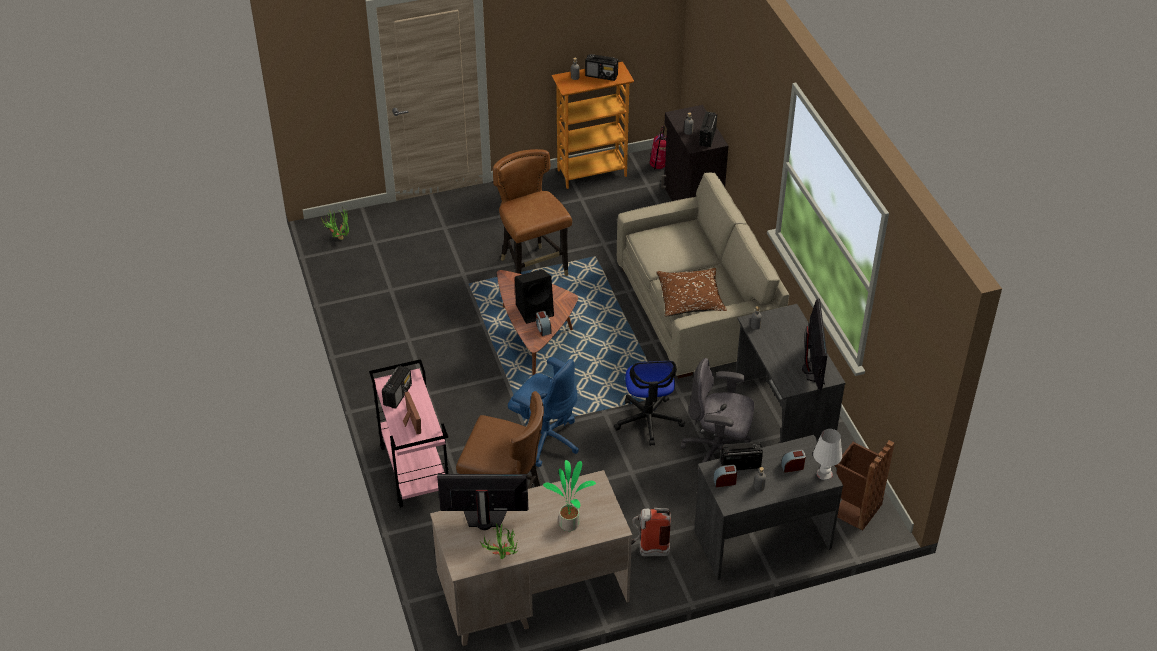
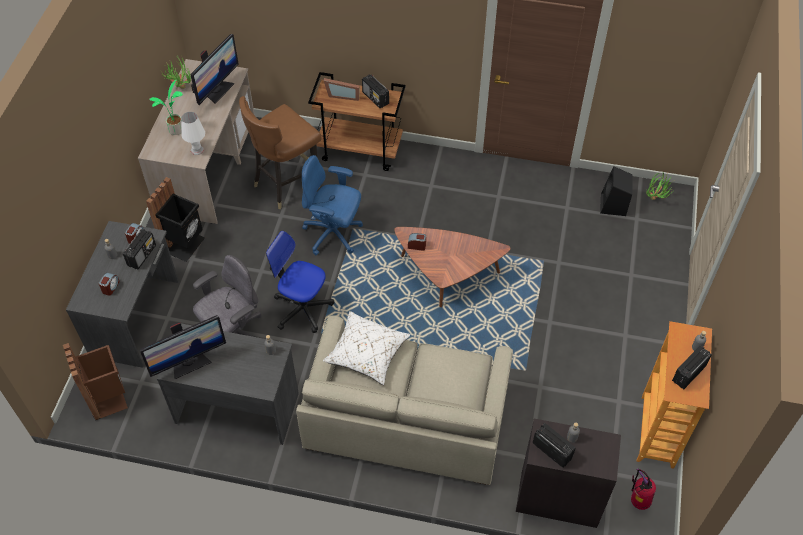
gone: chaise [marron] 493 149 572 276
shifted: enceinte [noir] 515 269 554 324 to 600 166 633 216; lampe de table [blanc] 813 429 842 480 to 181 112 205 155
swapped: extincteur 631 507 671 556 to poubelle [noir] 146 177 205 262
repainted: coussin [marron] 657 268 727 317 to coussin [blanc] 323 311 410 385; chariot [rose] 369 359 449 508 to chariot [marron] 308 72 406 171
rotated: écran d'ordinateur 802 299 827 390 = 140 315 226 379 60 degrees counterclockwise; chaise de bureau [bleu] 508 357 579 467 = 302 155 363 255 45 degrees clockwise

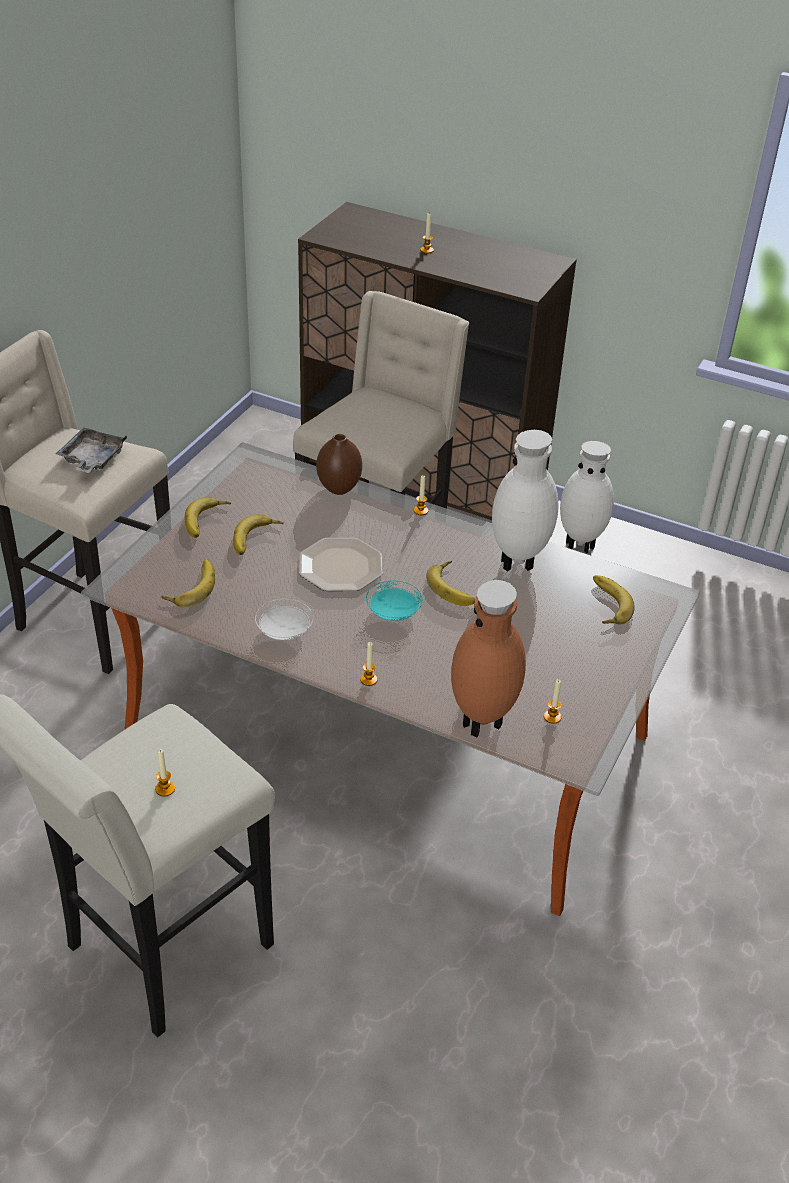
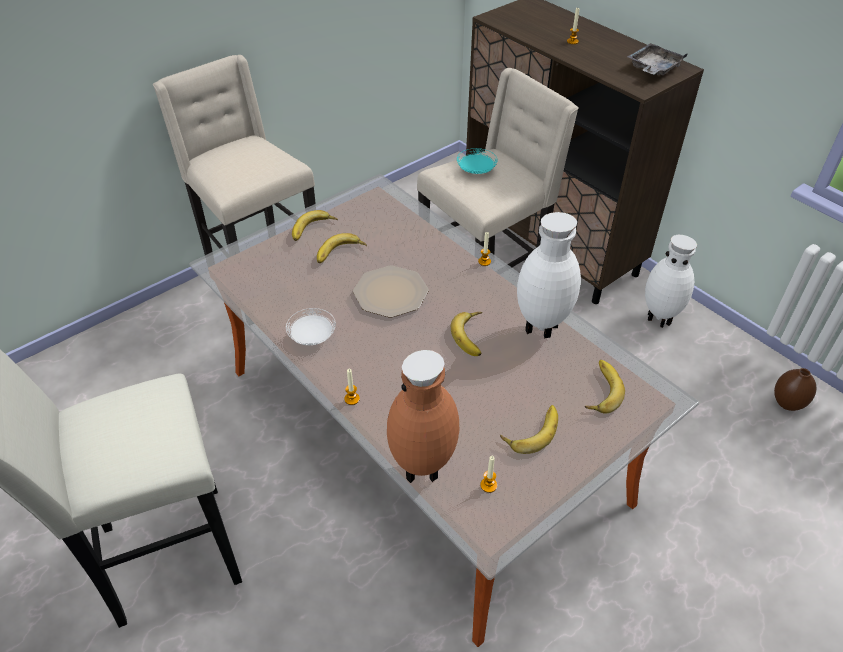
gone: bougie 155 749 175 797
shifted: plateau [gris] 56 427 127 473 to 627 43 688 75; vase [marron] 316 434 362 495 to 774 368 816 411; banane 161 559 215 607 to 500 405 558 454; assiette [turquoise] 366 581 423 621 to 457 148 498 174

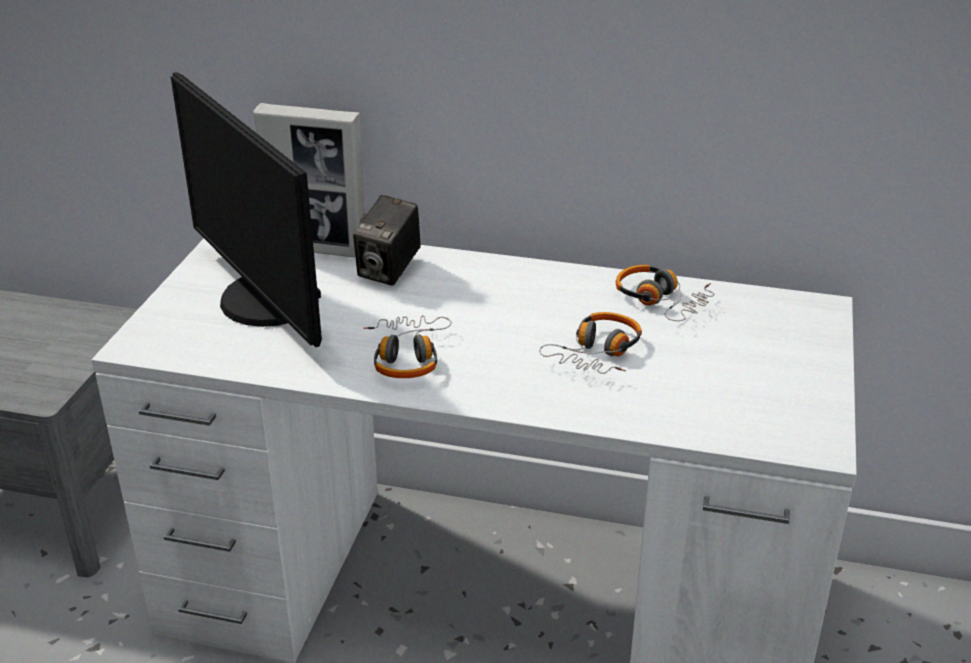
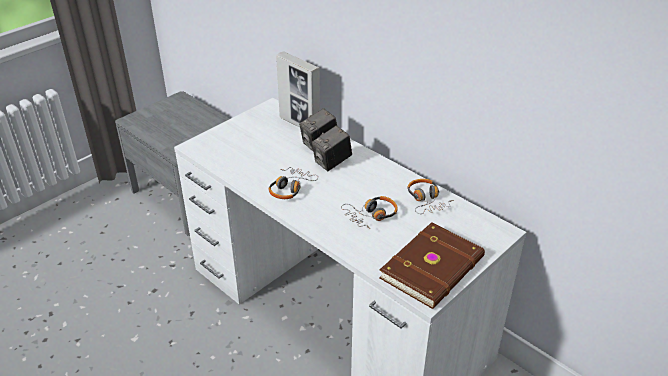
gone: écran d'ordinateur 171 72 322 347
new: appareil photo 312 125 352 171; livre [marron] 380 222 485 309

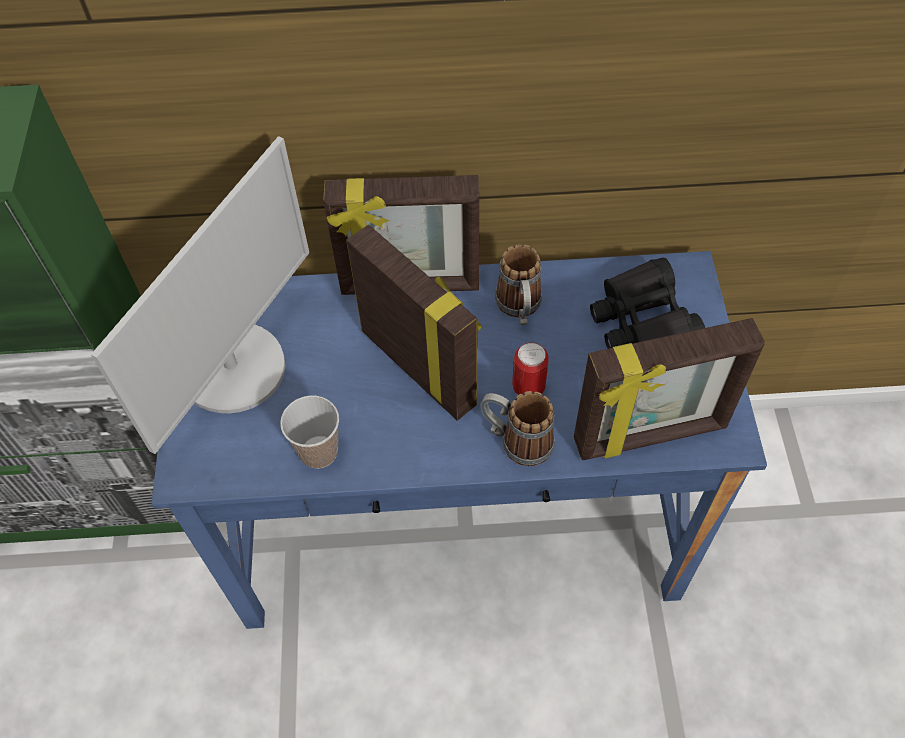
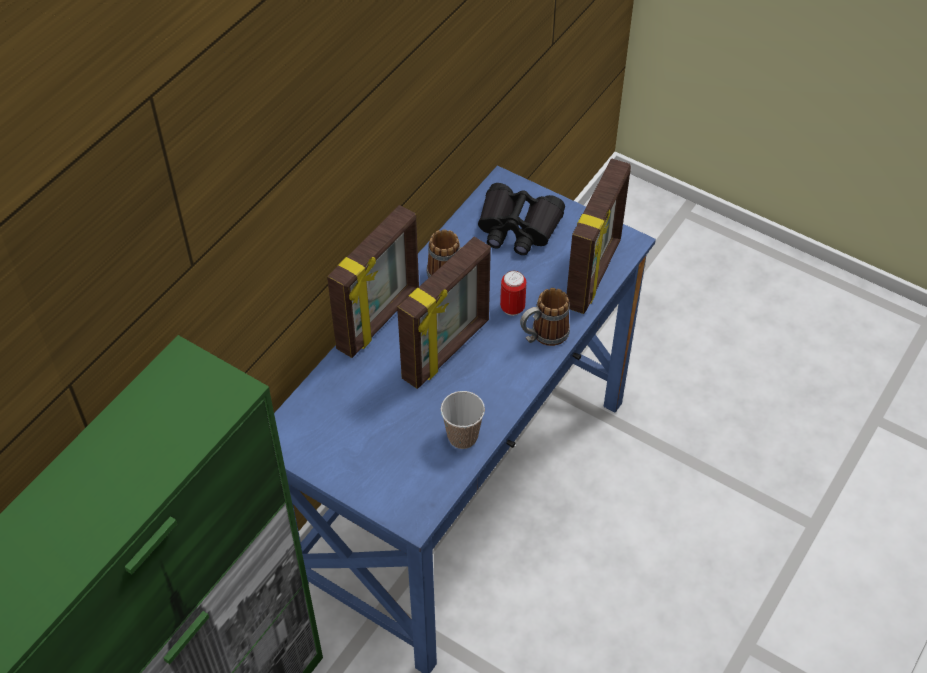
gone: écran d'ordinateur 91 136 310 454
rotated: cadre photo 346 225 481 421 = 397 237 491 389 135 degrees clockwise

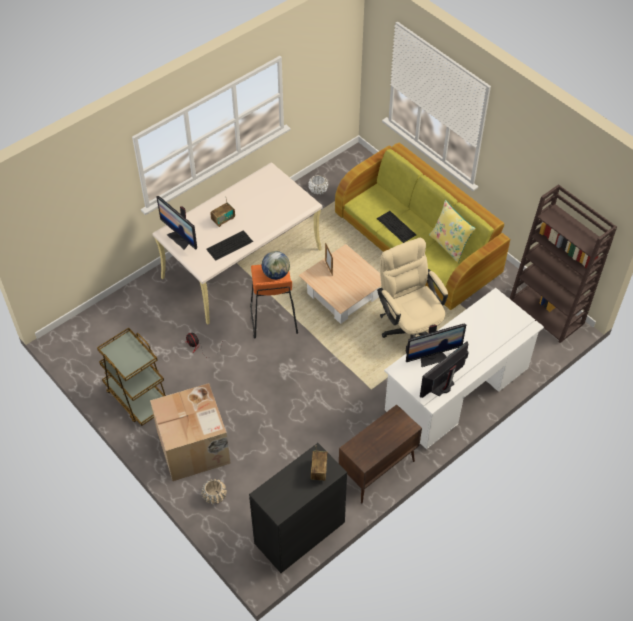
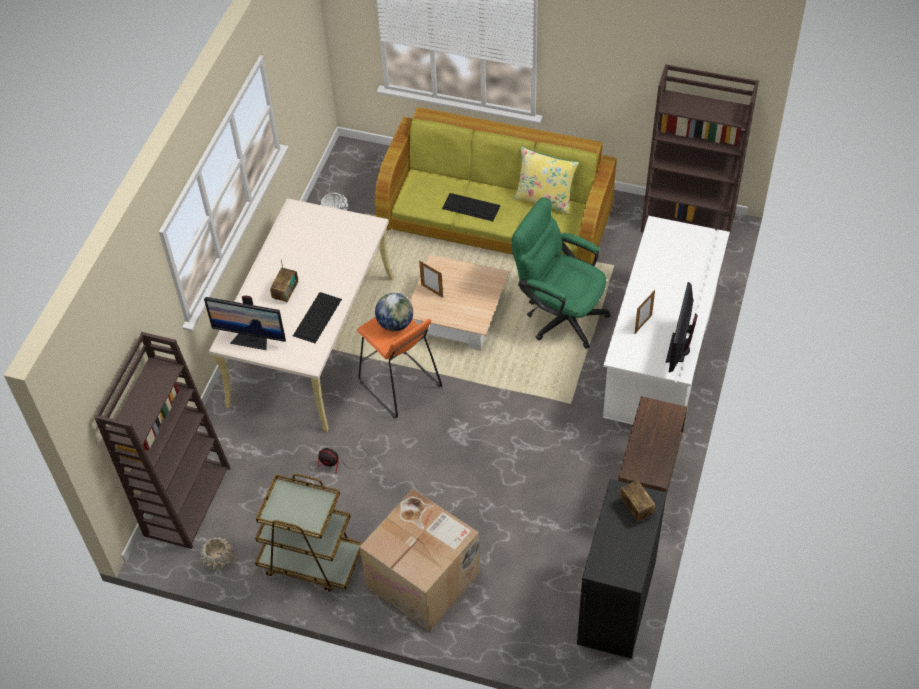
new: bibliothèque [marron] 94 332 230 549
shifted: cache-pot [beige] 201 479 227 504 to 199 537 233 570
swapped: écran d'ordinateur 406 323 466 367 to cadre photo 635 290 655 333
repainted: chaise de bureau [beige] 377 238 448 338 to chaise de bureau [vert] 512 197 610 349

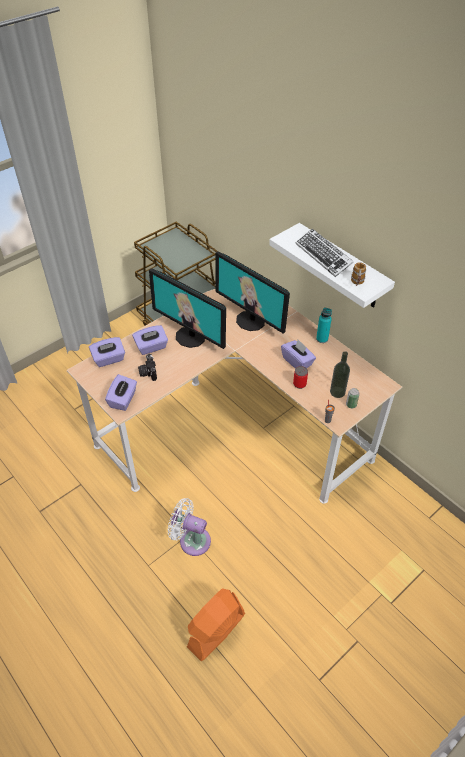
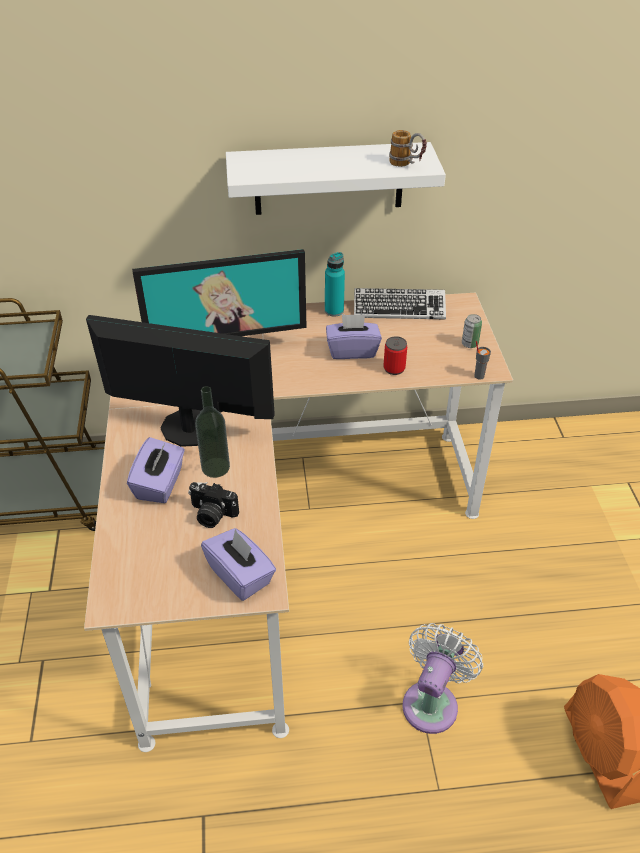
gone: boîte à mouchoirs [violet] 89 337 125 367
shifted: clavier 296 228 354 277 to 354 288 446 319; bouteille 330 351 350 398 to 195 386 230 478
rotated: écran d'ordinateur 149 268 226 349 = 86 315 275 447 150 degrees counterclockwise; ventilateur [blanc] 168 498 211 556 = 402 623 483 734 150 degrees clockwise

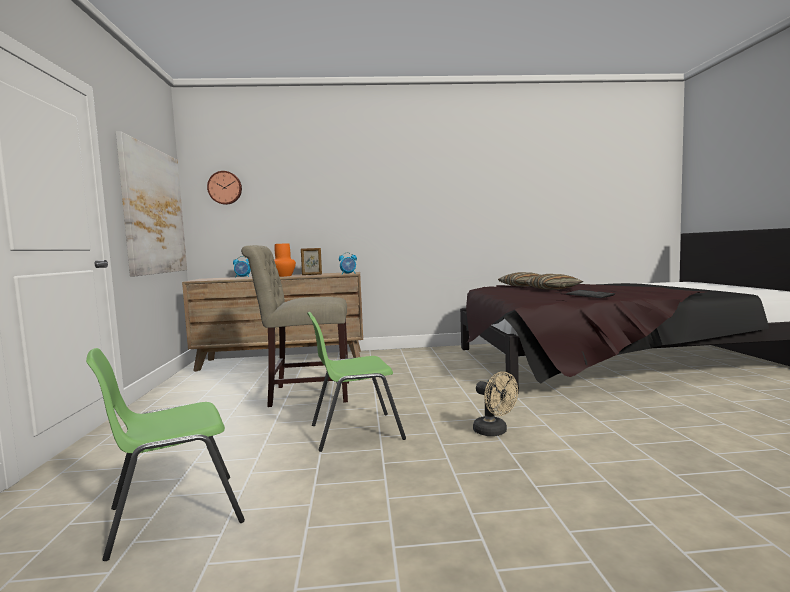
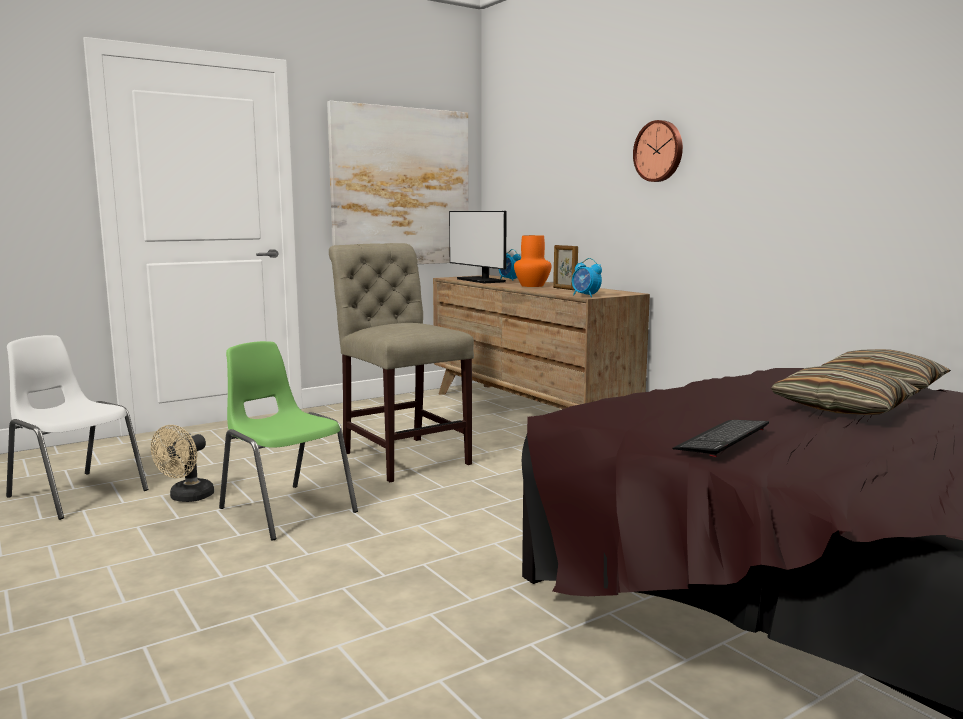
new: écran d'ordinateur 449 211 507 283
shifted: horloge murale 207 171 242 205 to 633 120 683 182; ventilateur [beige] 473 372 518 436 to 151 425 214 502
repainted: chaise [vert] 86 348 245 561 to chaise [blanc] 6 335 148 520

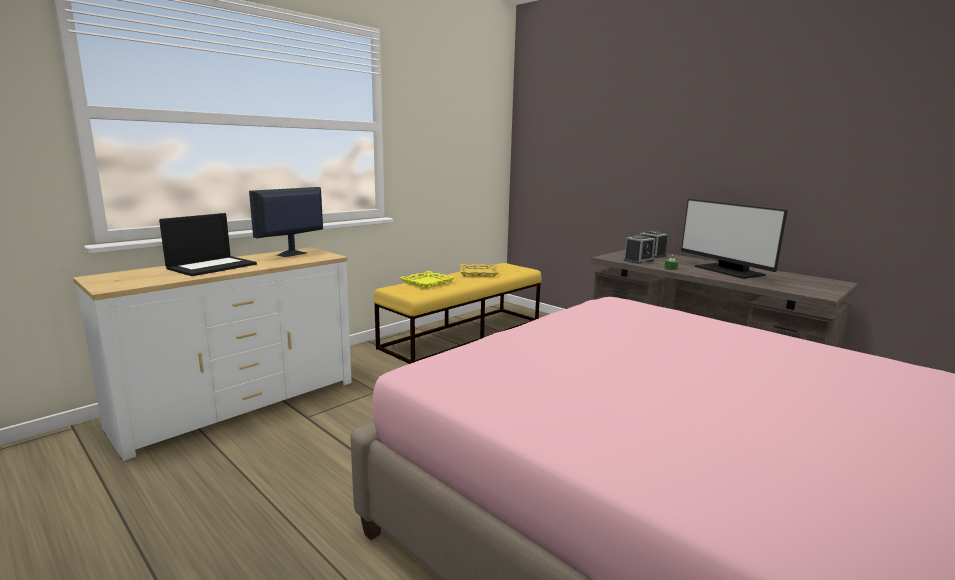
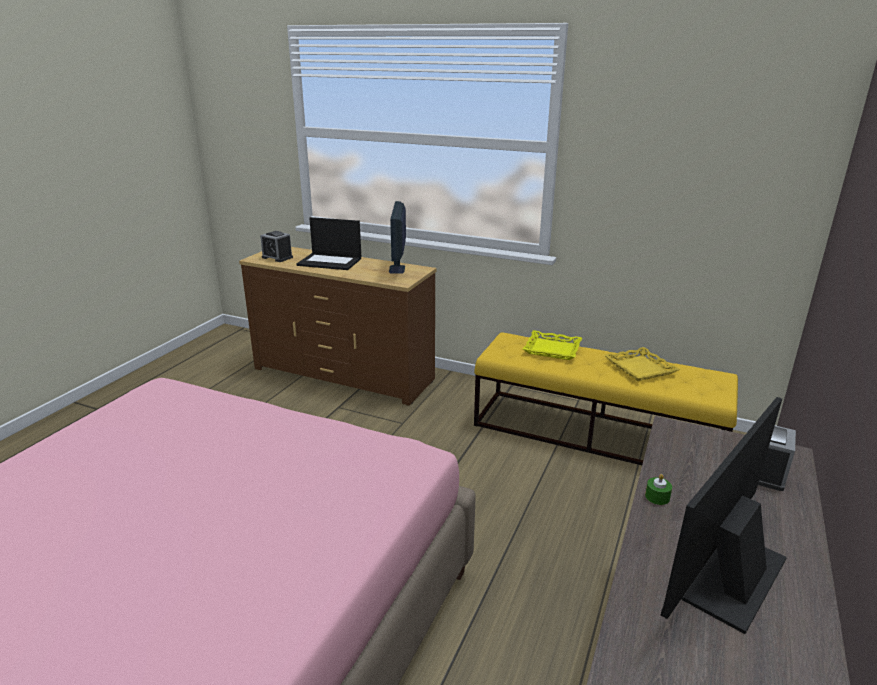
shifted: réveil 624 235 655 264 to 260 231 293 262
repainted: commode [blanc] 73 247 352 461 to commode [marron] 239 247 436 406
rotated: écran d'ordinateur 249 187 323 257 = 389 201 406 274 105 degrees counterclockwise

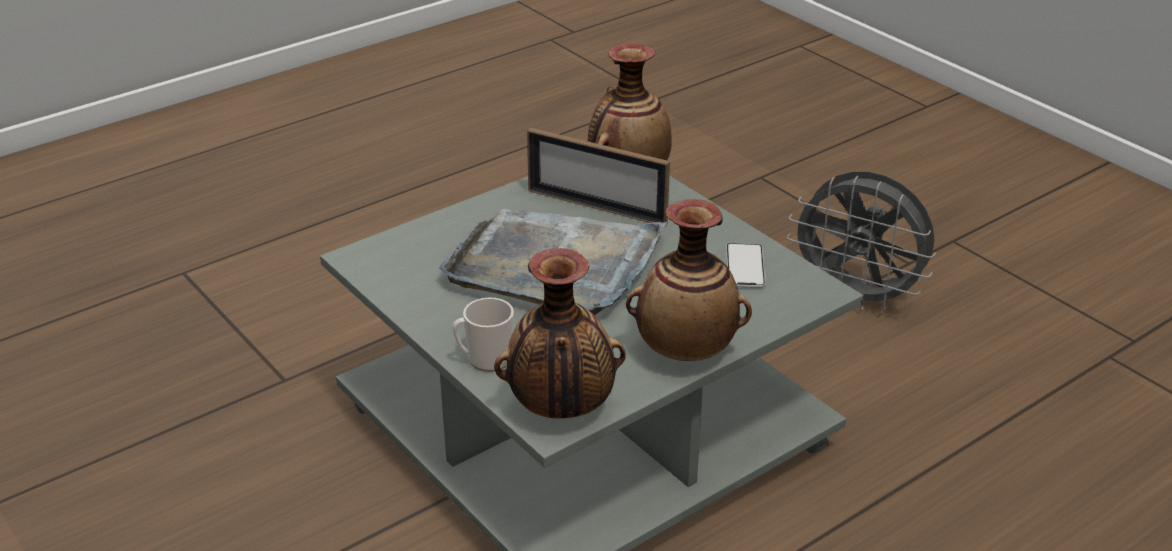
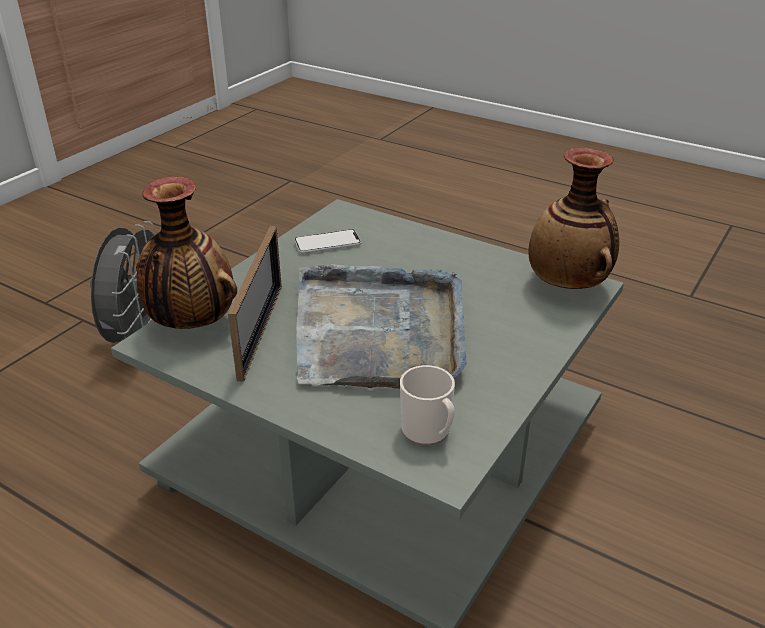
gone: vase 626 199 752 361
shifted: mug 453 297 514 372 to 400 365 455 445

